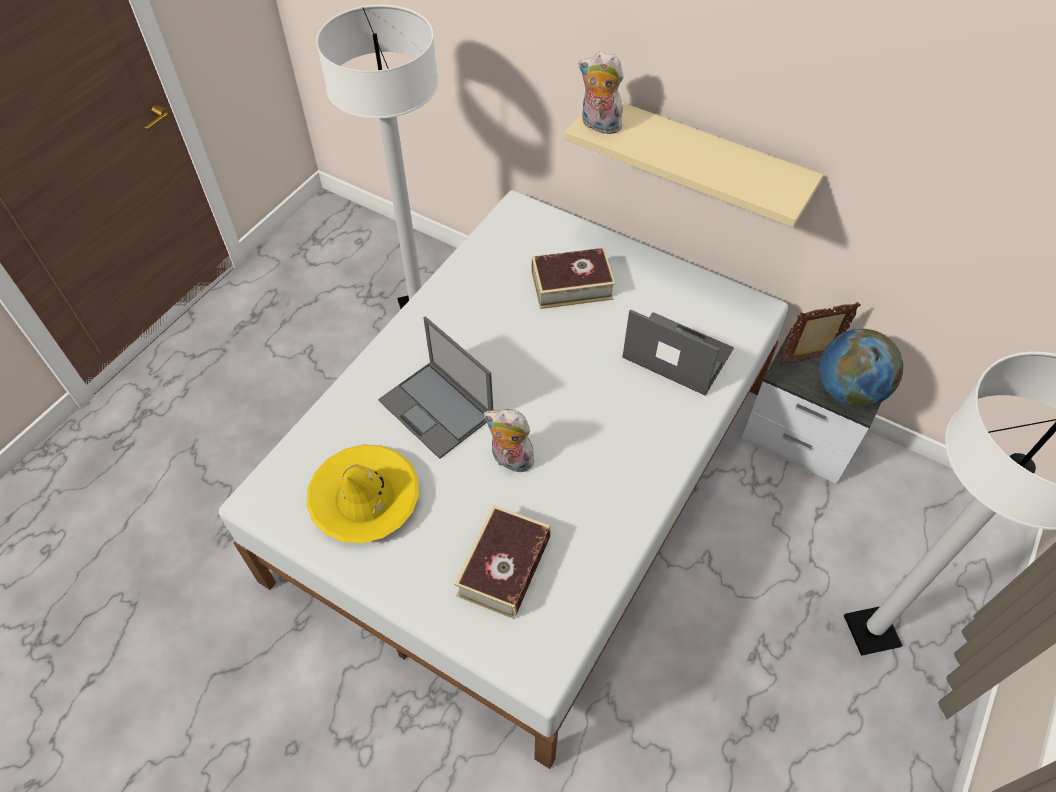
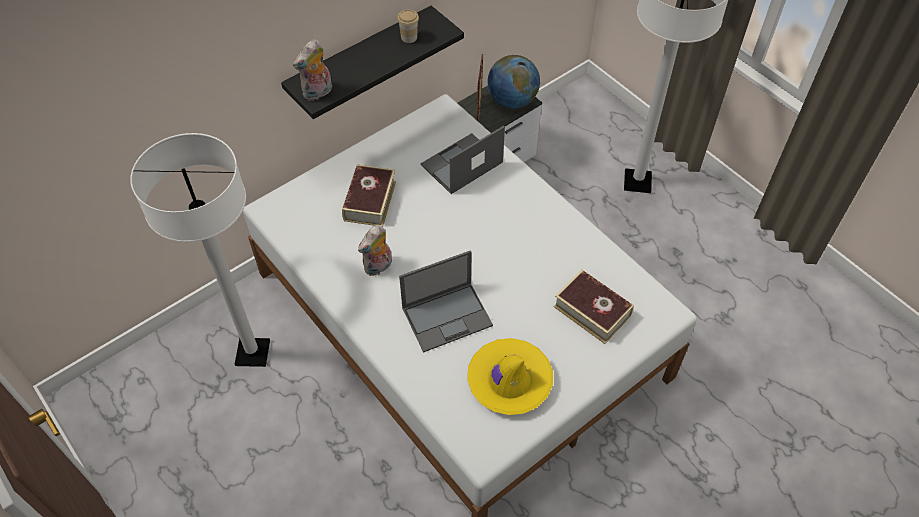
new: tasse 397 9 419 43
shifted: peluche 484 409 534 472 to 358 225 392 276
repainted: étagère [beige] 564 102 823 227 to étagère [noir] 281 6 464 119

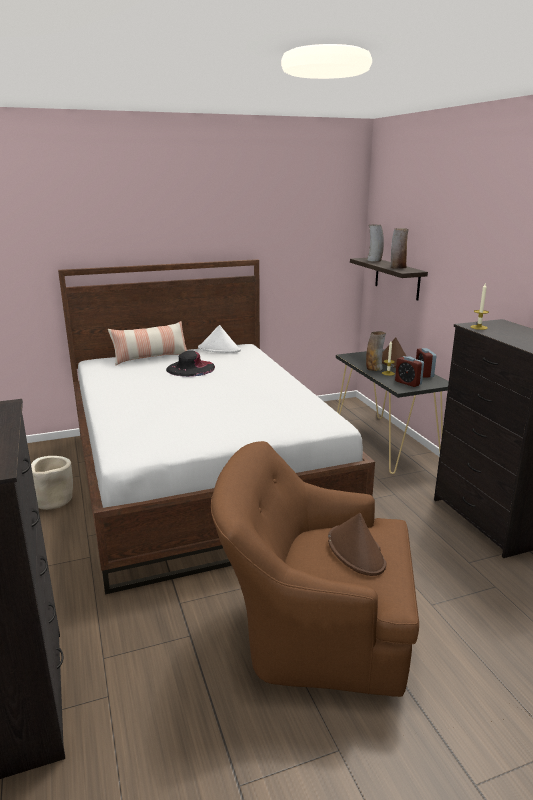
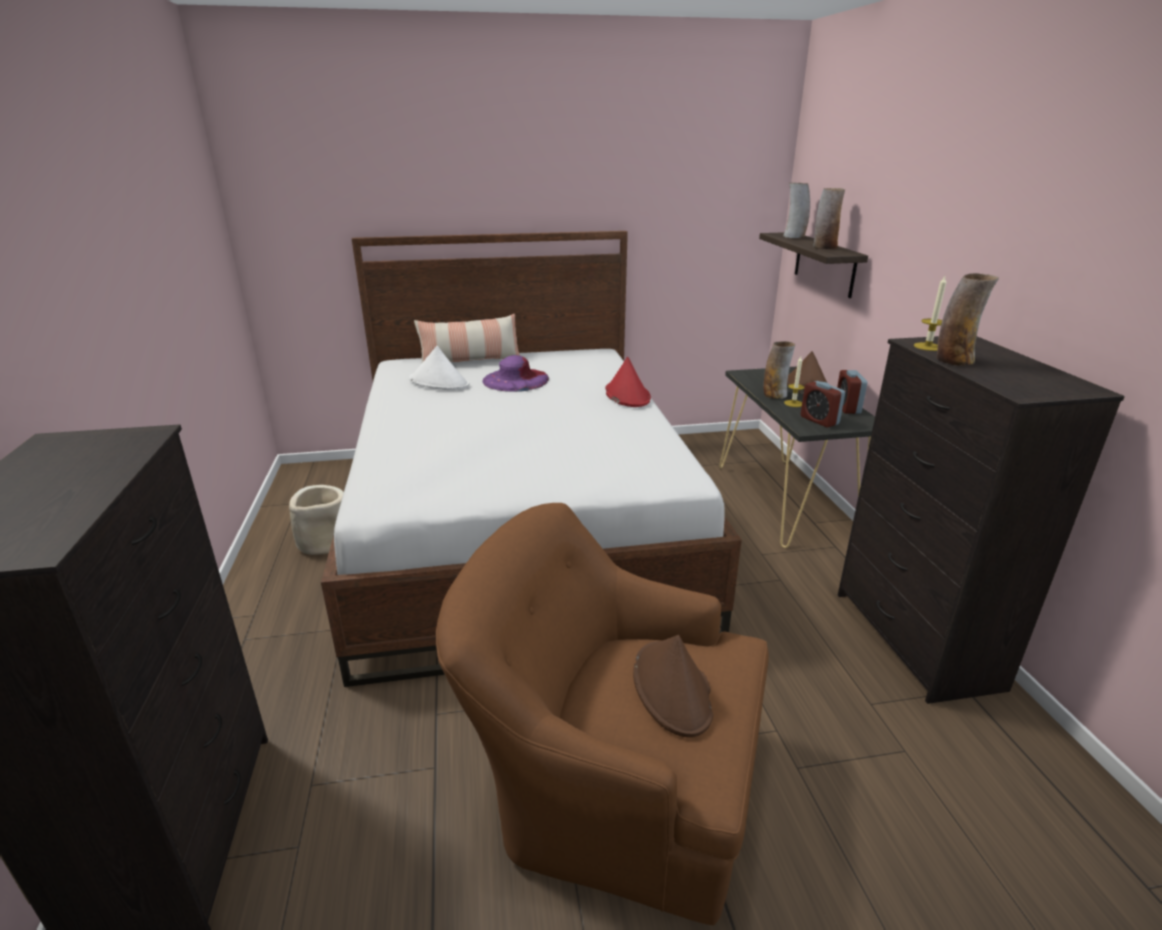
new: vase 937 273 999 366; chapeau [rouge] 605 357 651 407
shifted: chapeau [blanc] 198 325 241 353 to 409 346 470 390
repainted: chapeau [noir] 166 350 215 377 to chapeau [violet] 482 355 549 392

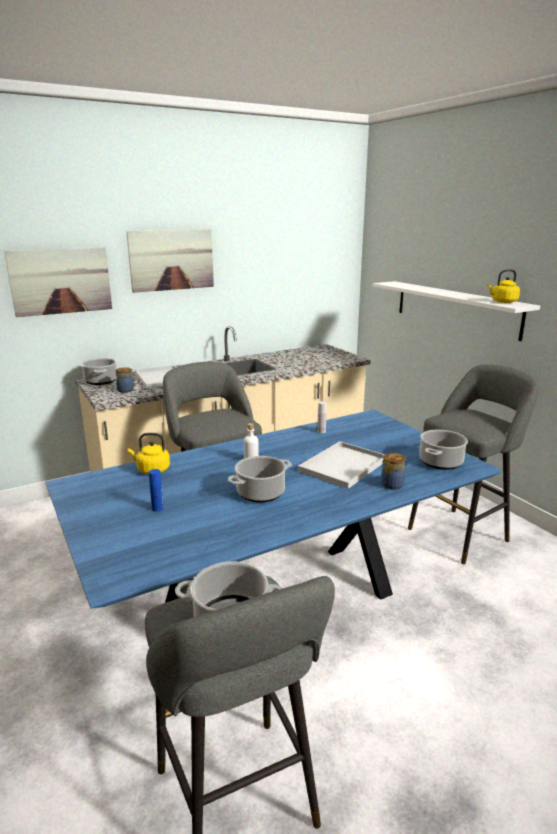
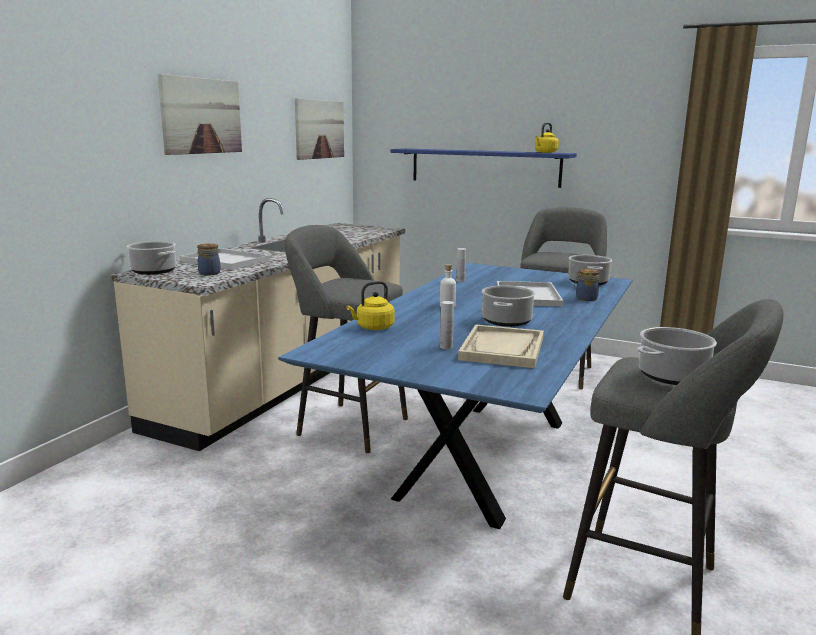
new: plateau [beige] 458 324 544 368
shifted: tableau 4 247 112 317 to 295 98 344 160
repainted: étagère [blanc] 373 281 540 341 to étagère [bleu] 391 148 577 188; bouteille [bleu] 149 469 164 511 to bouteille [blanc] 440 301 454 349

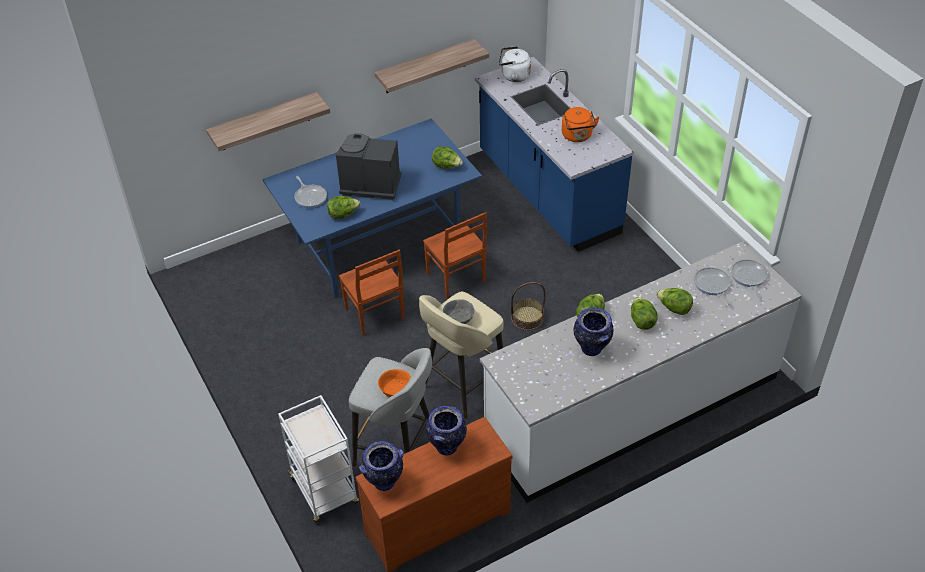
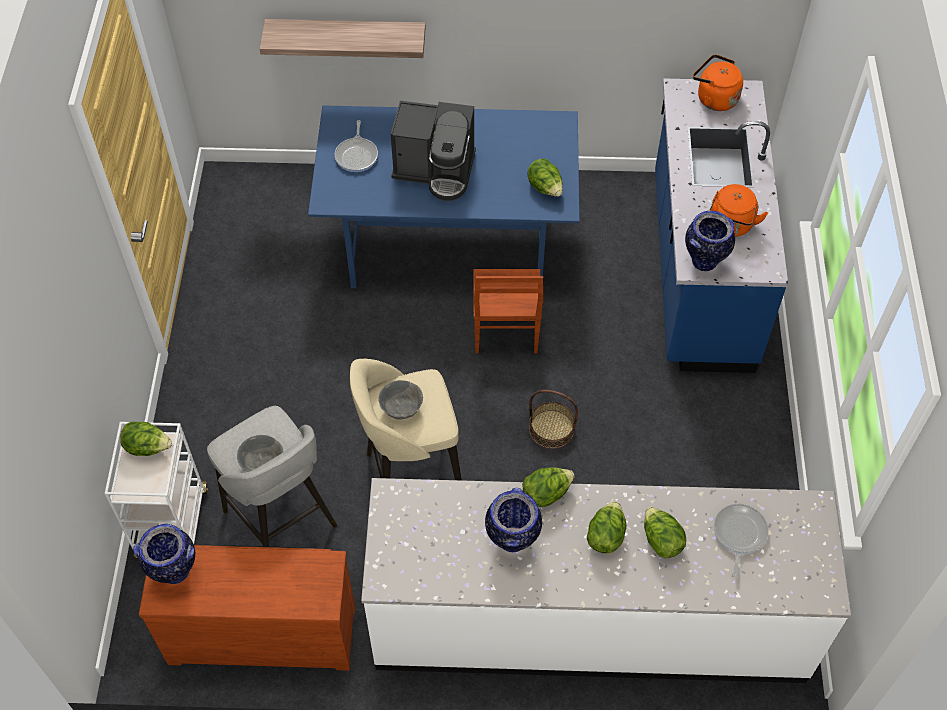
gone: étagère 375 39 489 93; chaise [marron] 339 250 404 336; poêle 731 259 768 298
shifted: laitue 327 196 360 219 to 120 421 172 456; vase 426 406 467 455 to 685 211 735 271
repainted: bouilloire [blanc] 499 46 531 82 to bouilloire [orange] 693 54 743 111; bol [orange] 378 369 411 397 to bol [gris] 237 435 283 472
rotated: machine à café 336 133 402 200 = 391 101 476 201 150 degrees clockwise

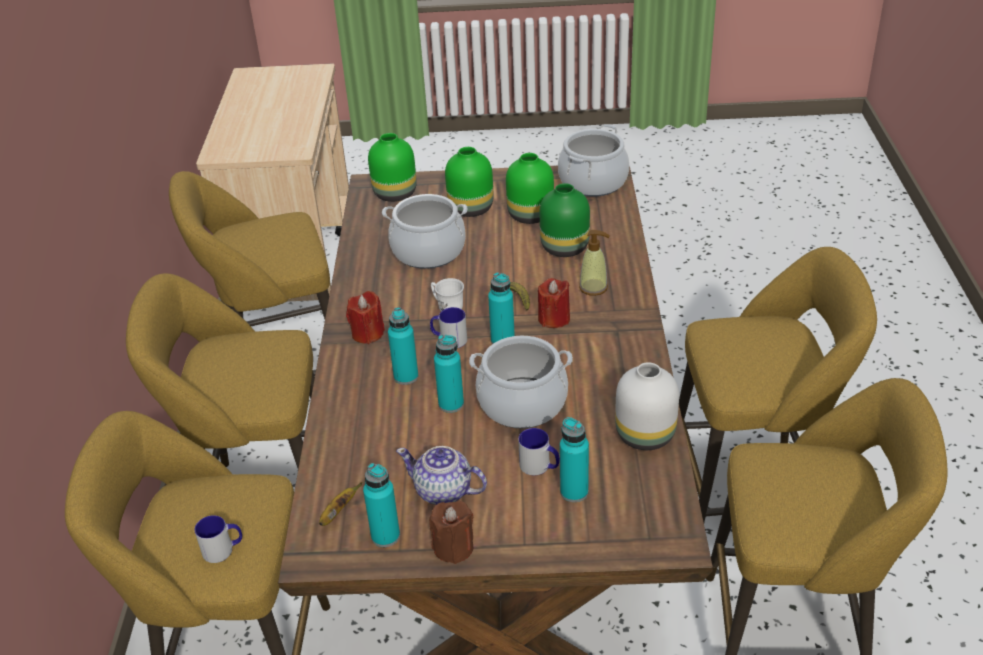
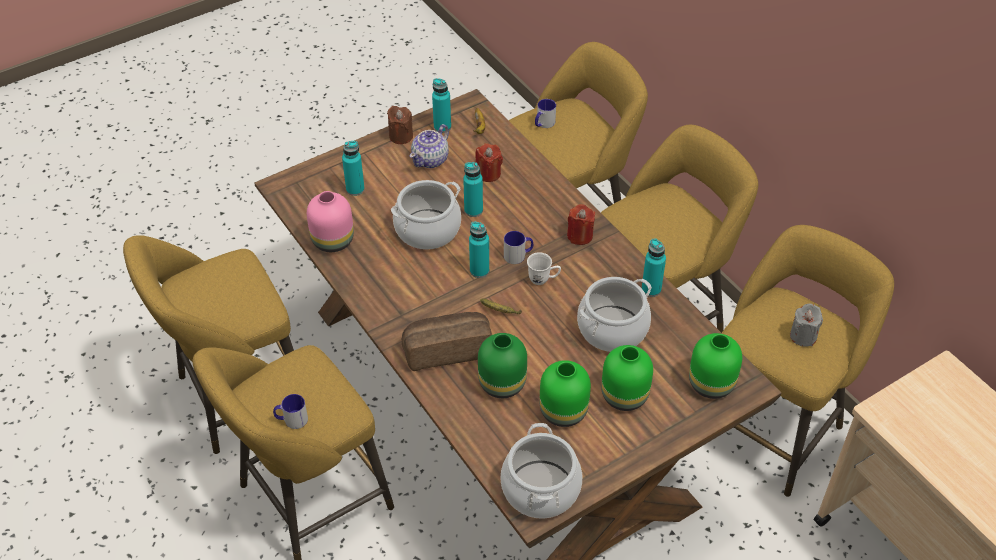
new: bougie [gris] 790 304 823 347
shifted: bougie [rouge] 538 278 570 328 to 475 143 503 182; bouteille [turquoise] 388 307 418 385 to 642 238 666 297; mug 518 428 560 475 to 273 394 308 429
swapped: distributeur de savon 579 230 610 296 to pain 402 312 492 371
repainted: vase [blanc] 615 362 679 450 to vase [rose] 307 191 354 252
rotated: théière 396 446 487 505 = 410 124 449 168 135 degrees clockwise

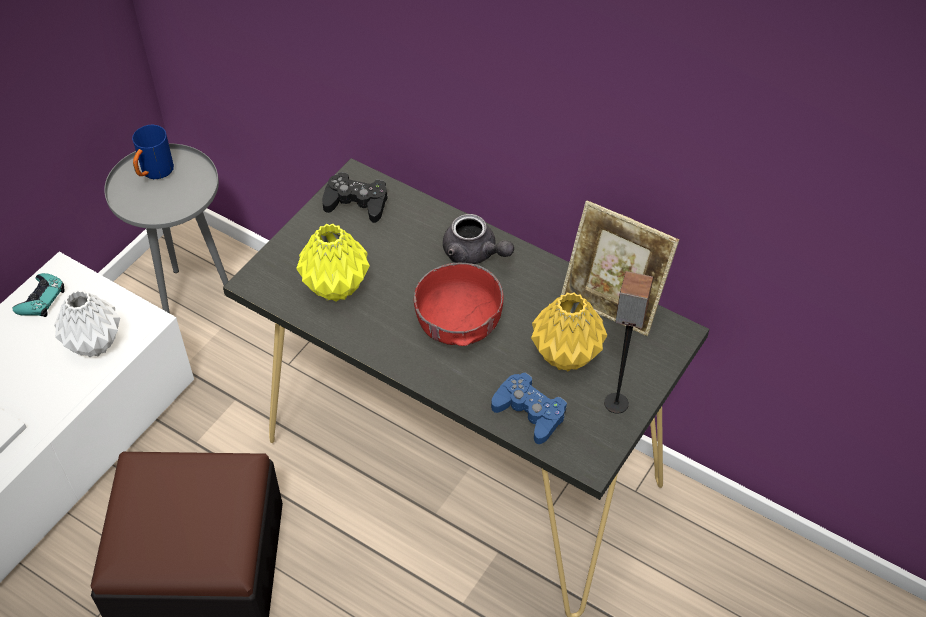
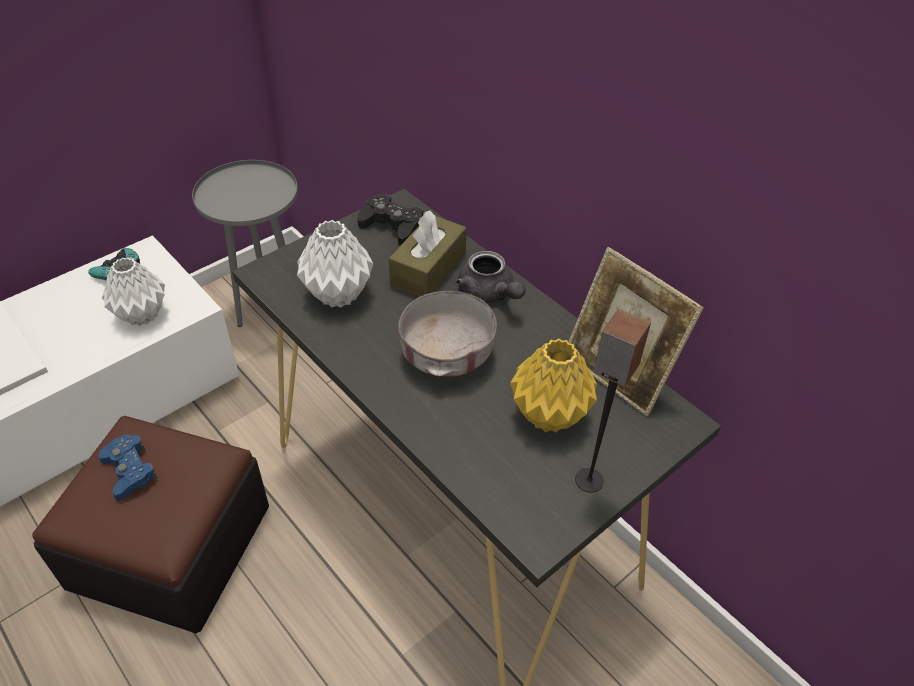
gone: mug [bleu] 132 125 174 179
new: boîte à mouchoirs [marron] 389 211 467 297
shifted: manette [bleu] 491 373 567 444 to 98 435 158 501
repainted: vase [jaune] 296 224 370 302 to vase [blanc] 297 220 373 308; bol [rouge] 414 263 504 346 to bol [gris] 398 291 497 377

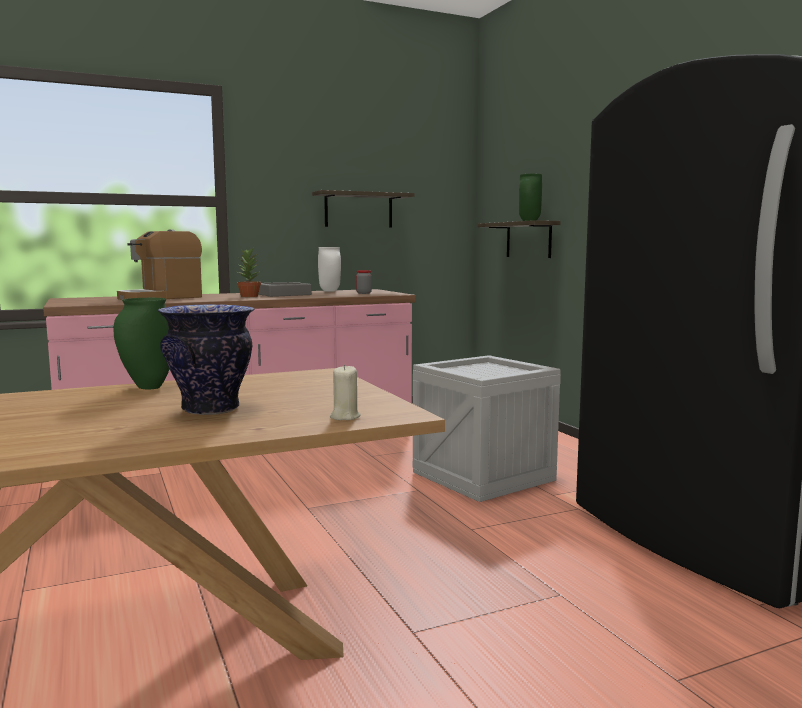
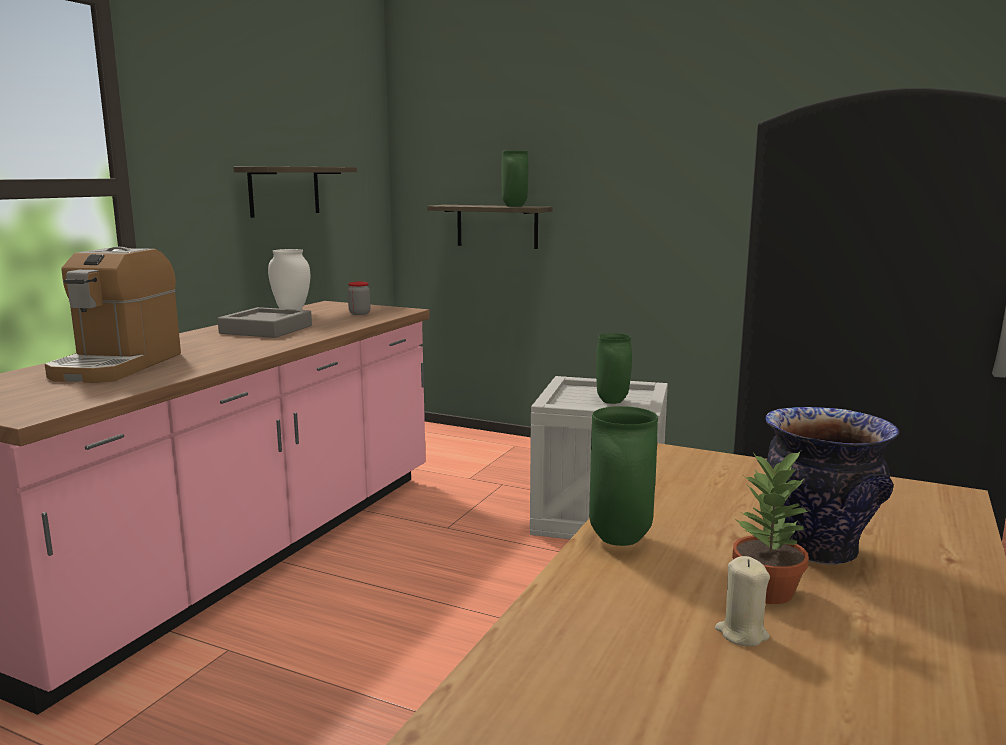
new: vase [vert] 596 333 632 404
shifted: plante en pot 237 248 261 297 to 732 449 811 604; bougie [beige] 330 365 361 420 to 715 556 770 646

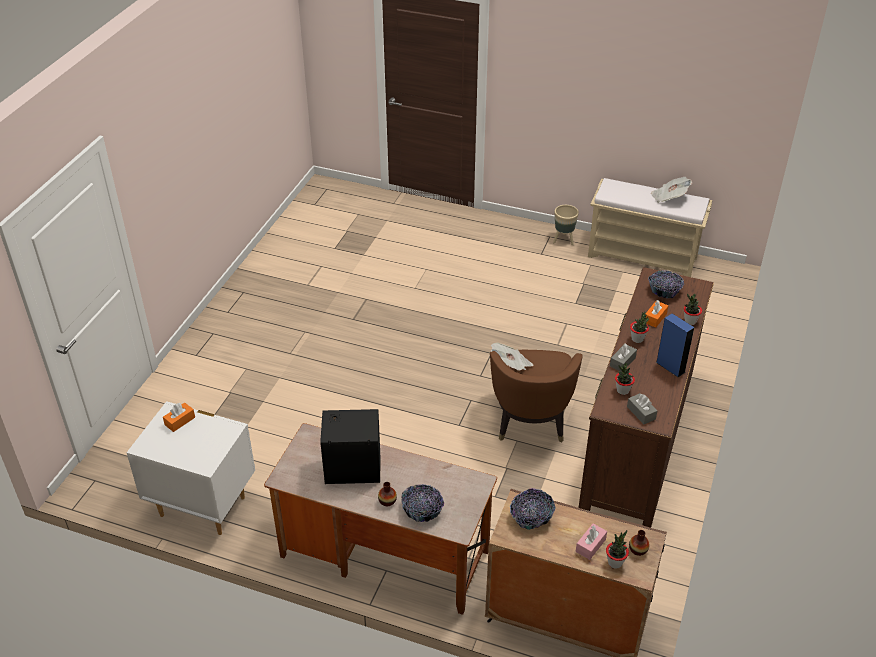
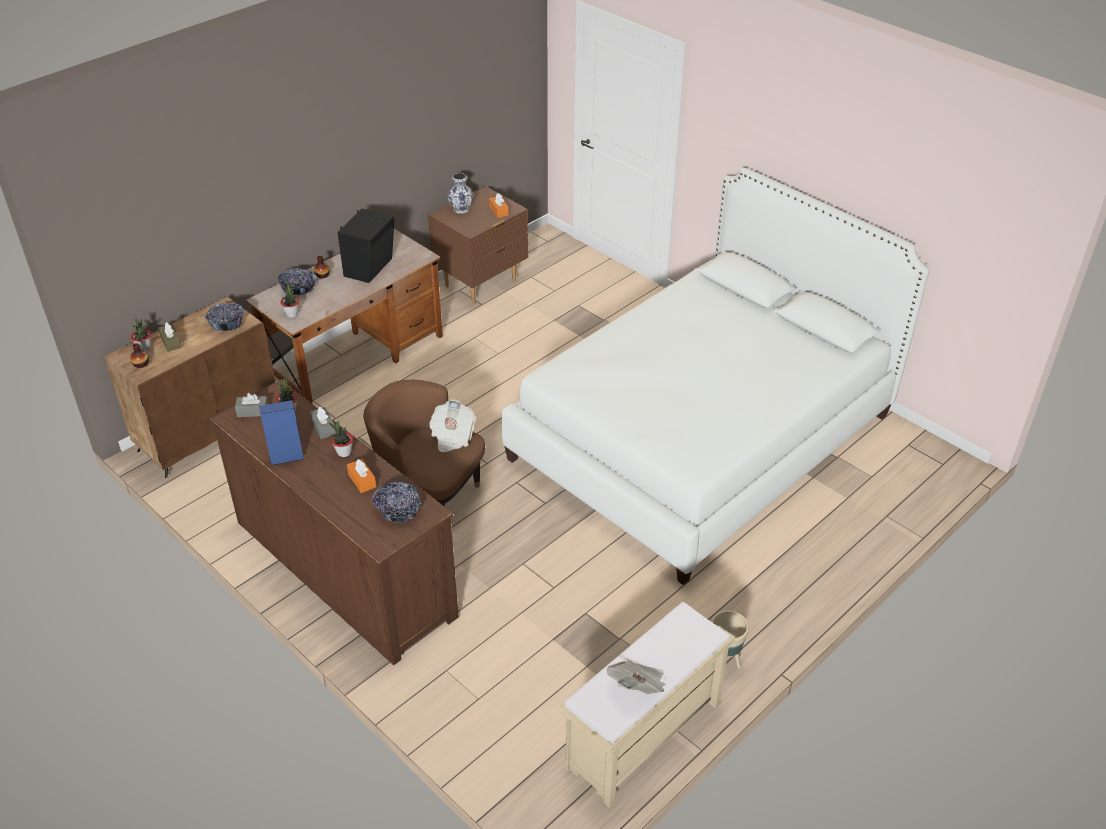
new: lit [blanc] 501 168 930 585; vase 448 173 474 214
shifted: plante en pot 684 293 702 325 to 281 281 299 317
repainted: table de chevet [blanc] 126 401 255 535 to table de chevet [marron] 428 186 528 304; boîte à mouchoirs [rose] 576 524 607 560 to boîte à mouchoirs [marron] 158 322 182 352

